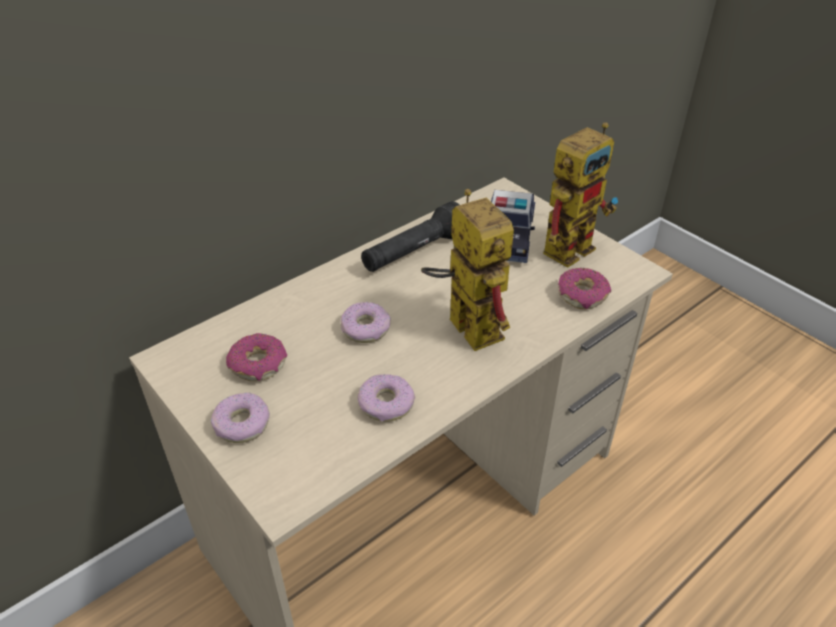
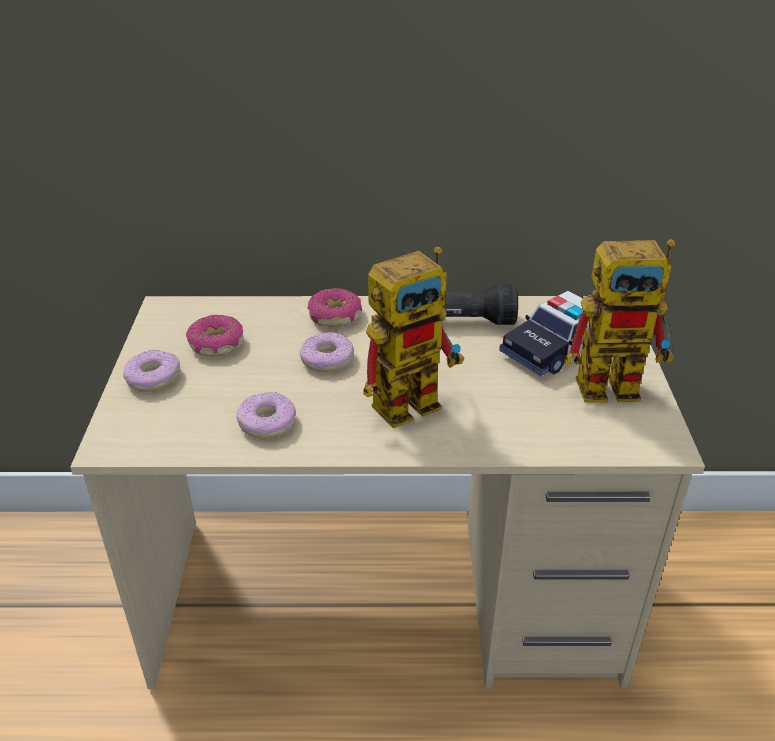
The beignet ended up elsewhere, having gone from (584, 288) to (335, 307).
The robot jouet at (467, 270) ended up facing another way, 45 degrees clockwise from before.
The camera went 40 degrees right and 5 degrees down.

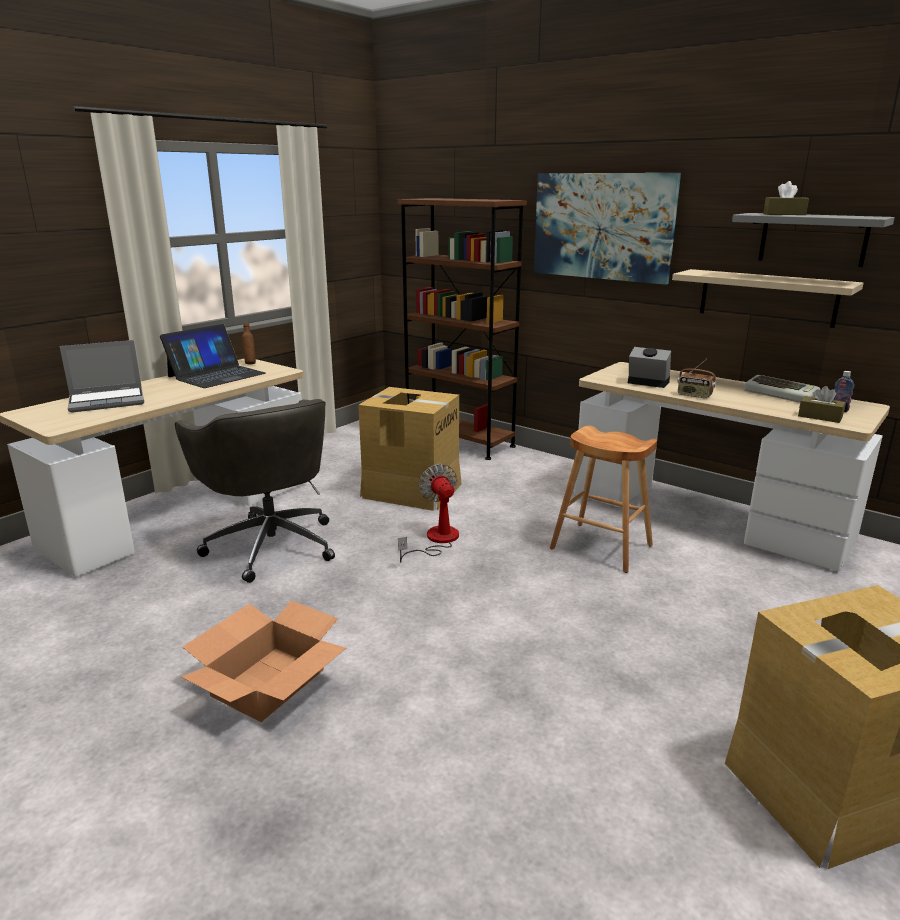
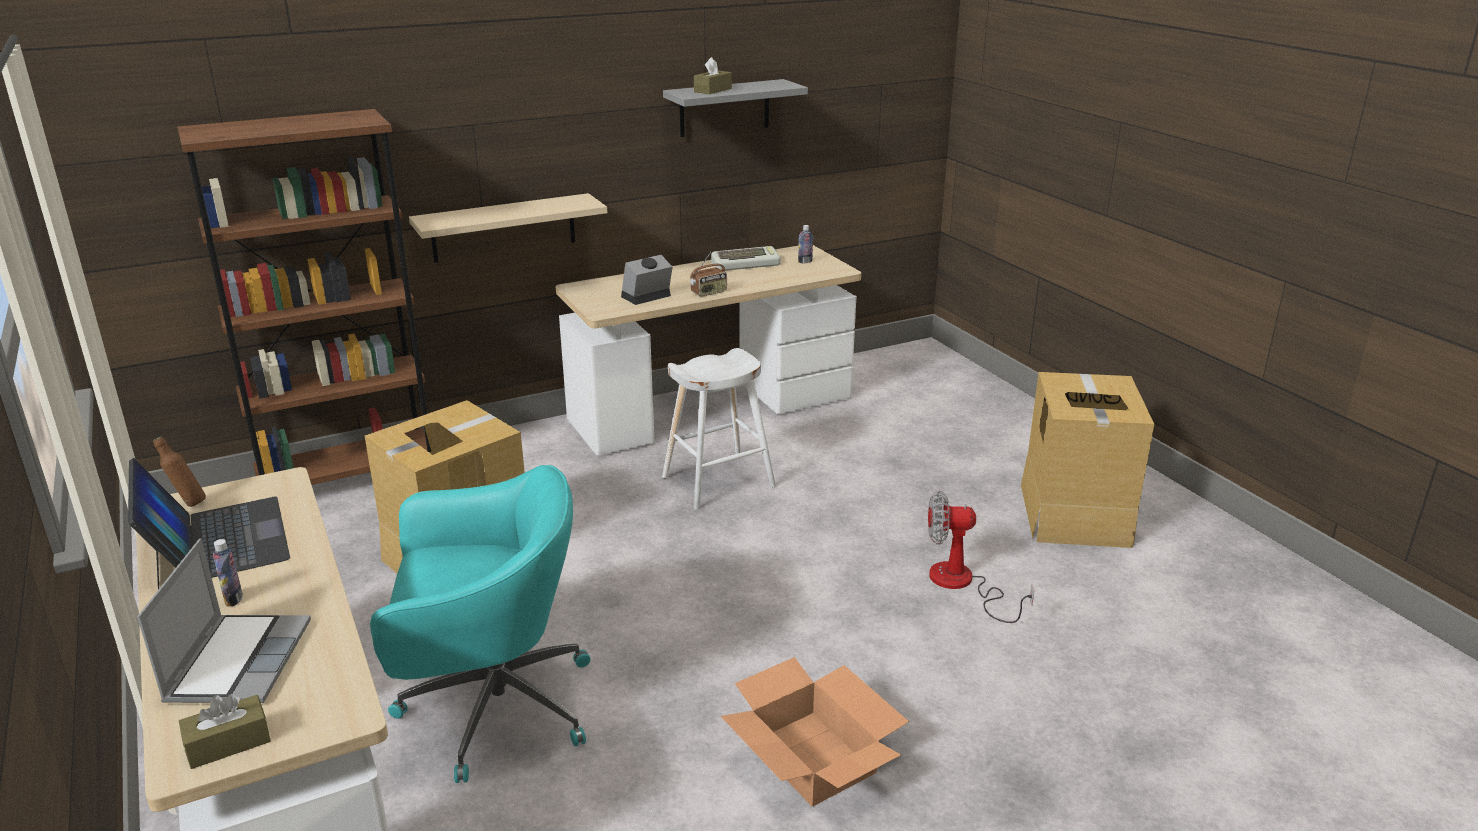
The second view lost the tableau at (607, 229).
The second view gained the bouteille at (228, 573).
The ventilateur ended up elsewhere, having gone from (428, 513) to (981, 557).
The étagère [beige] ended up elsewhere, having gone from (768, 298) to (508, 228).
The boîte à mouchoirs [marron] ended up elsewhere, having gone from (822, 404) to (225, 731).
What was the chaise de bureau [gris] at (255, 491) turned into the chaise de bureau [turquoise] at (480, 624).
What was the tabouret [marron] at (603, 499) turned into the tabouret [blanc] at (719, 429).
The camera went 65 degrees left and 5 degrees up.

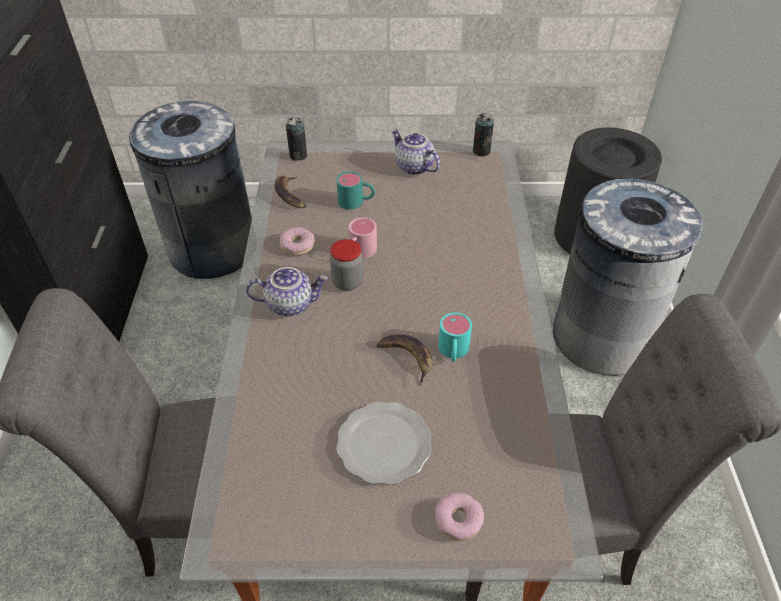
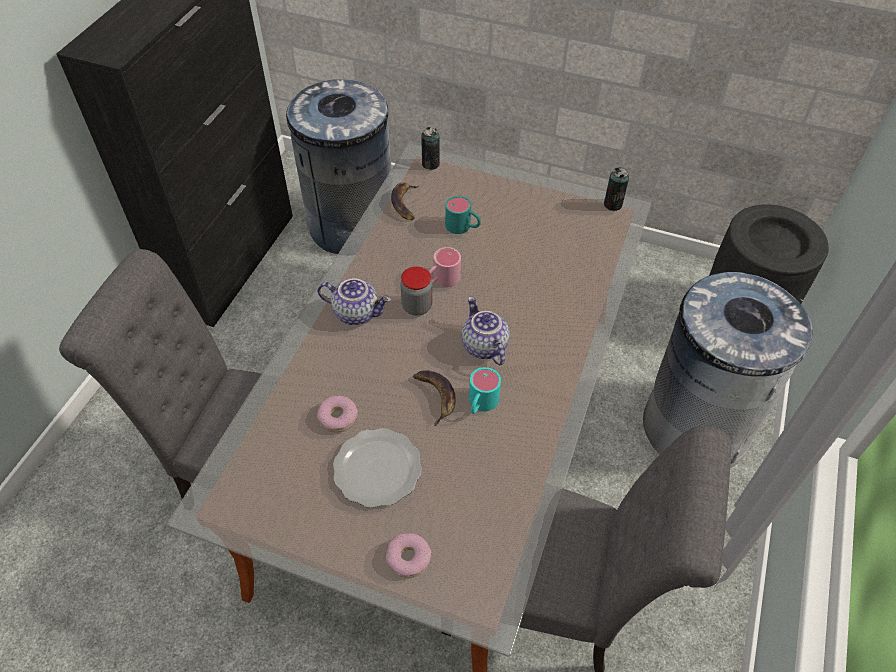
The beignet ended up elsewhere, having gone from (297, 241) to (337, 413).
The théière ended up elsewhere, having gone from (415, 152) to (486, 330).
The camera went 20 degrees right and 5 degrees up.

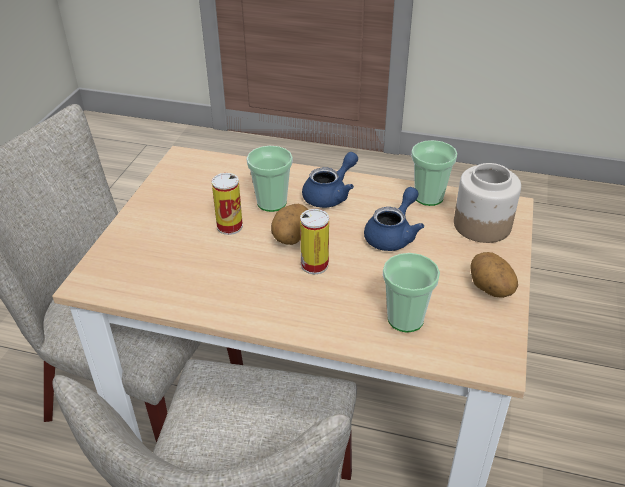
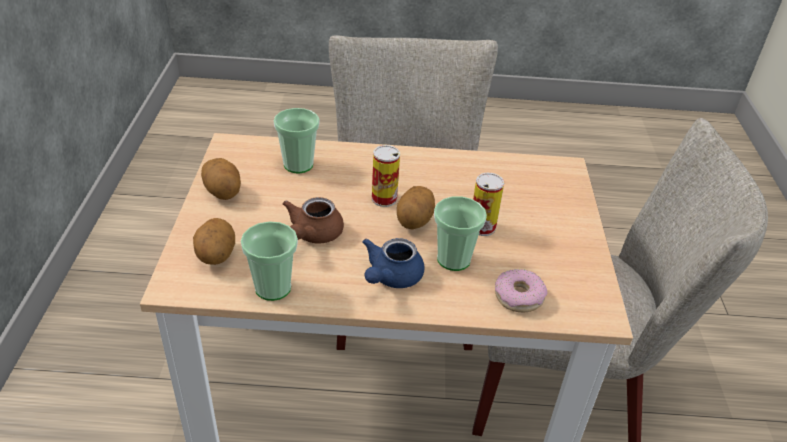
The second view gained the beignet at (521, 290).
Where the bocal stood at (487, 203), the pomme de terre came to stand at (214, 241).
What was the théière [bleu] at (394, 219) turned into the théière [marron] at (313, 220).
The camera went 165 degrees right and 0 degrees up.

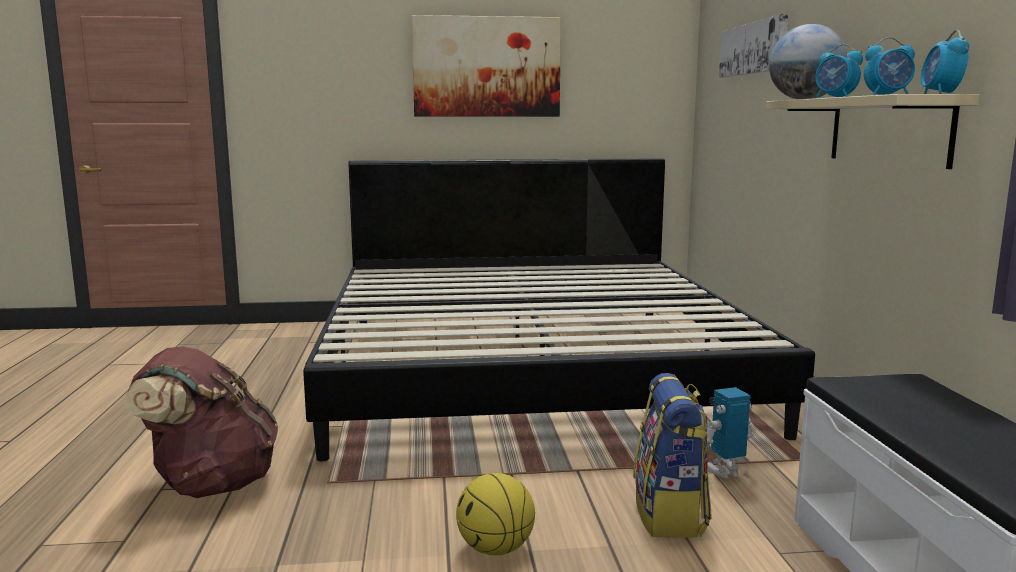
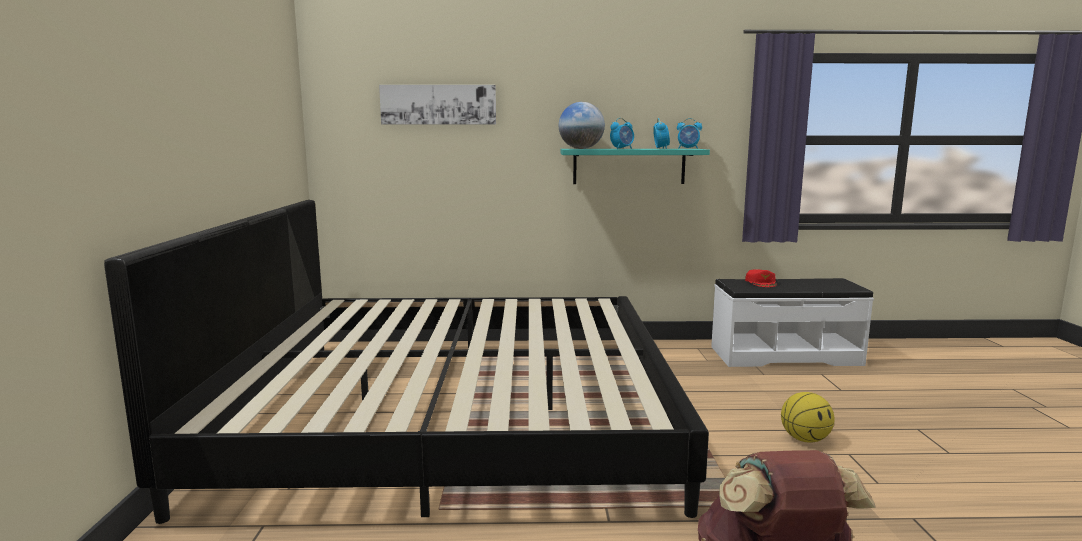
The second view lost the tableau at (486, 66).
The second view lost the sac à dos at (672, 455).
The second view lost the robot jouet at (728, 433).
The second view gained the casquette [rouge] at (761, 278).
What was the étagère [beige] at (873, 131) turned into the étagère [turquoise] at (635, 166).
The camera went 85 degrees left and 0 degrees up.

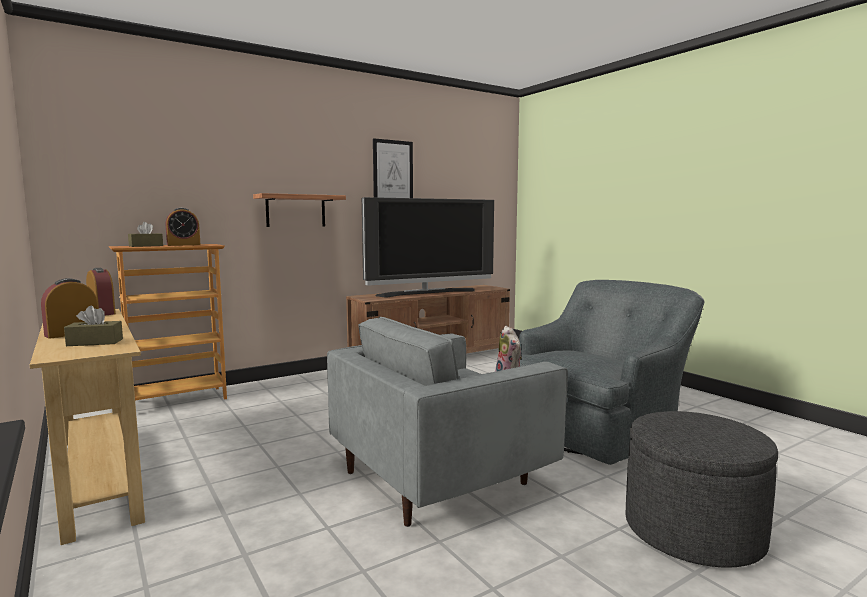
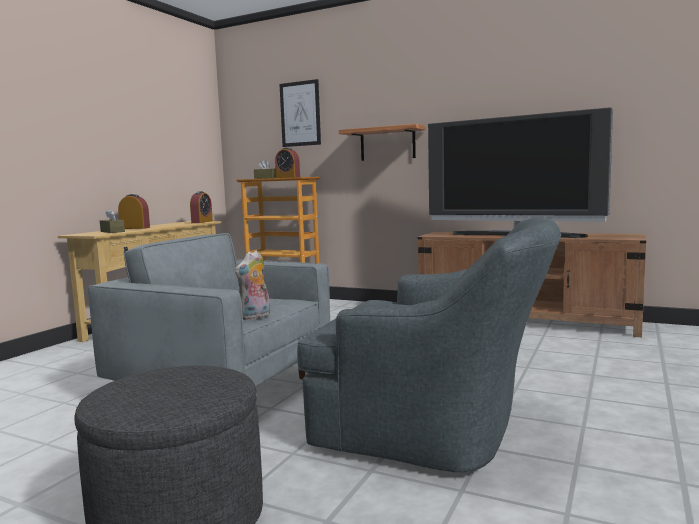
The tableau ended up elsewhere, having gone from (393, 168) to (300, 113).
The camera went 60 degrees right and 0 degrees up.

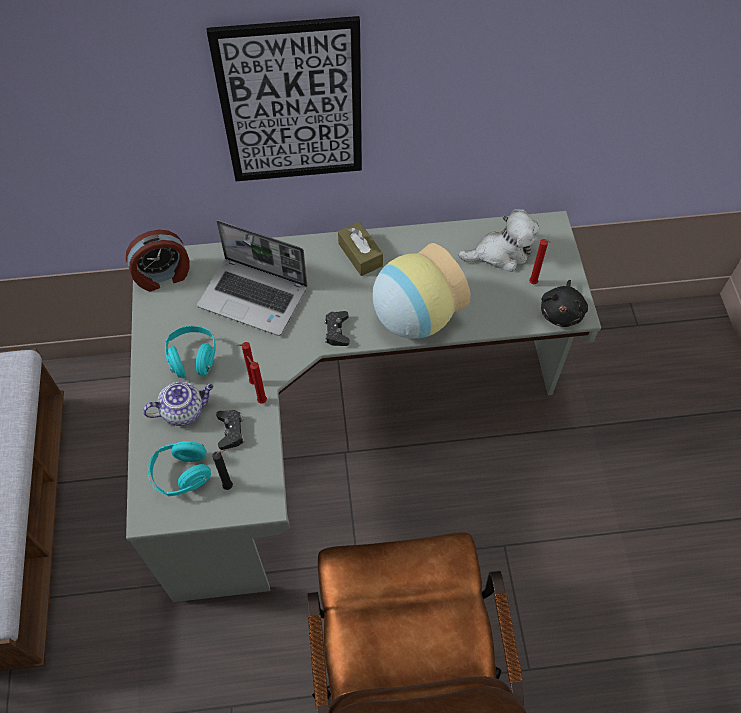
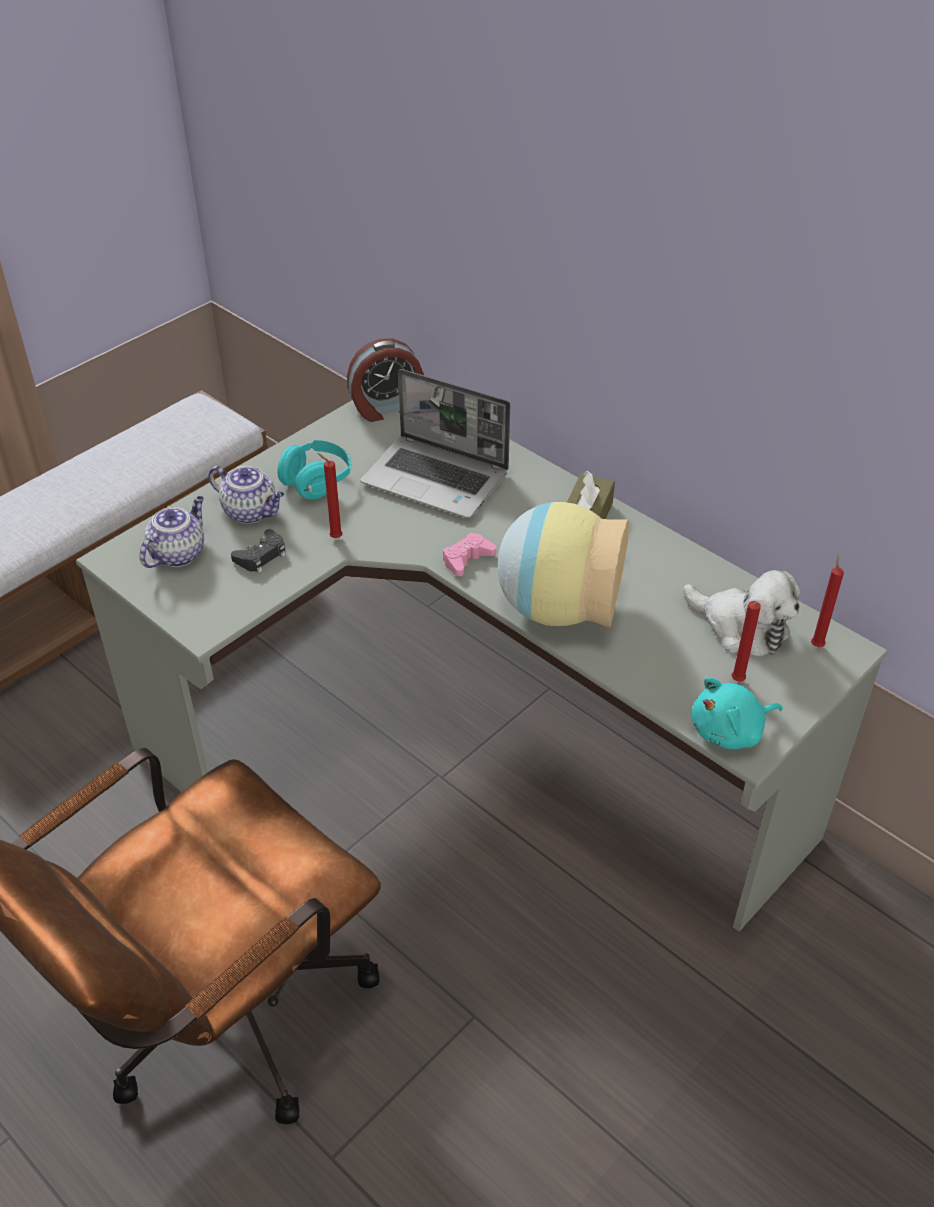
The second view lost the tableau at (284, 98).
The second view lost the bougie [noir] at (222, 470).
The bougie [rouge] ended up elsewhere, having gone from (257, 380) to (827, 600).
Where the casque audio [turquoise] stood at (179, 468), the théière came to stand at (172, 532).
What was the manette [noir] at (337, 328) turned into the manette [rose] at (469, 554).
What was the peluche [noir] at (564, 303) turned into the peluche [turquoise] at (737, 713).
The réveil at (158, 260) ended up facing another way, 45 degrees counterclockwise from before.
The ordinateur portable at (252, 278) ended up facing another way, 45 degrees counterclockwise from before.
The camera went 50 degrees right and 15 degrees down.

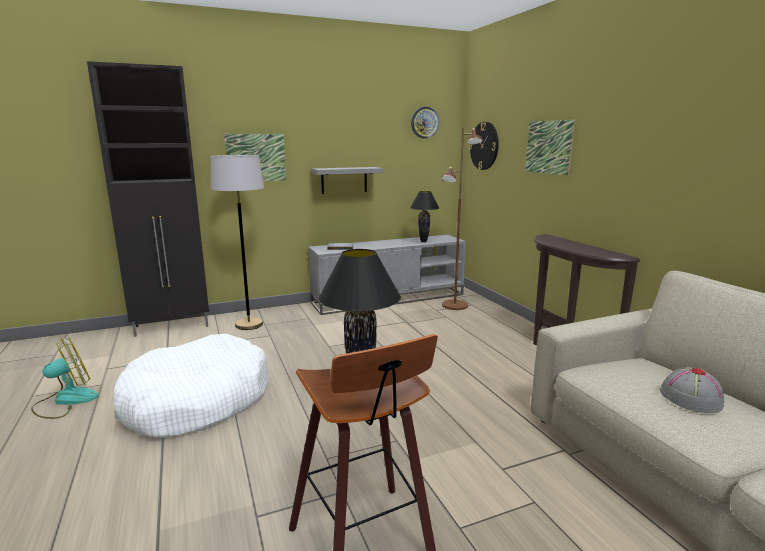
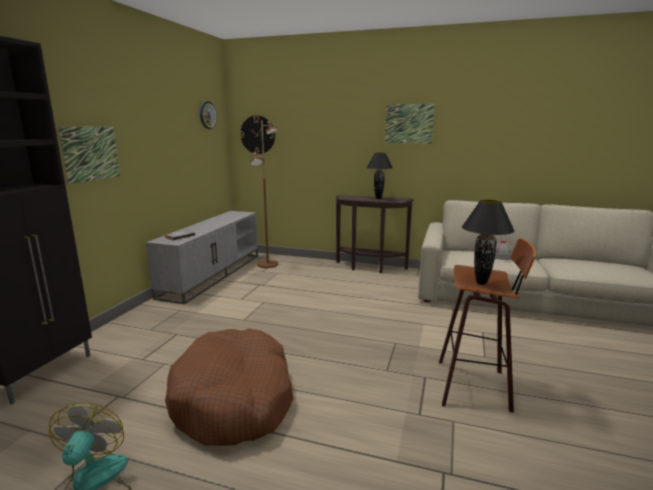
The second view lost the lampadaire [gris] at (237, 242).
The second view lost the étagère [gris] at (347, 180).
The lampe de table [noir] ended up elsewhere, having gone from (424, 216) to (380, 176).
The tableau ended up elsewhere, having gone from (550, 147) to (410, 124).
What was the panier pour chien [blanc] at (190, 386) turned into the panier pour chien [marron] at (229, 387).
The camera went 50 degrees left and 0 degrees up.

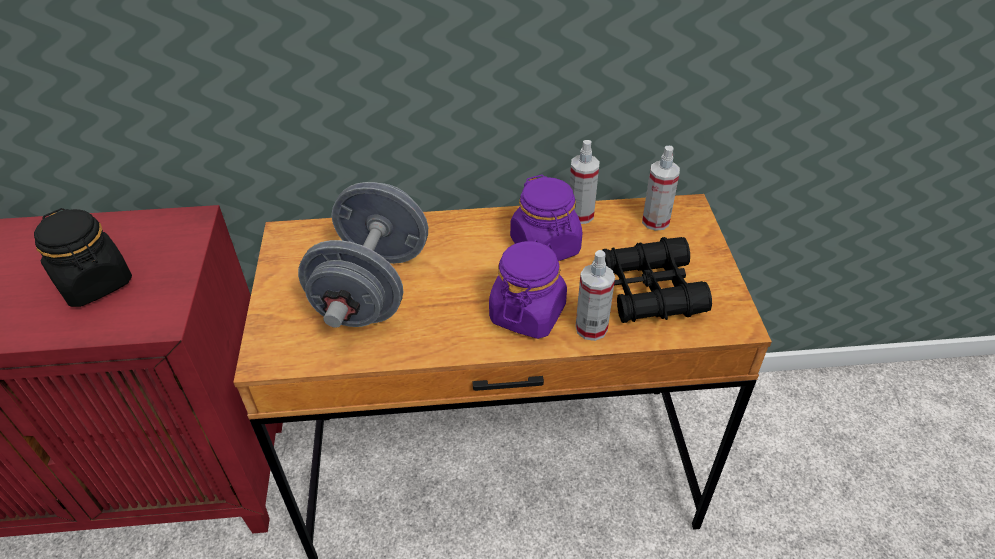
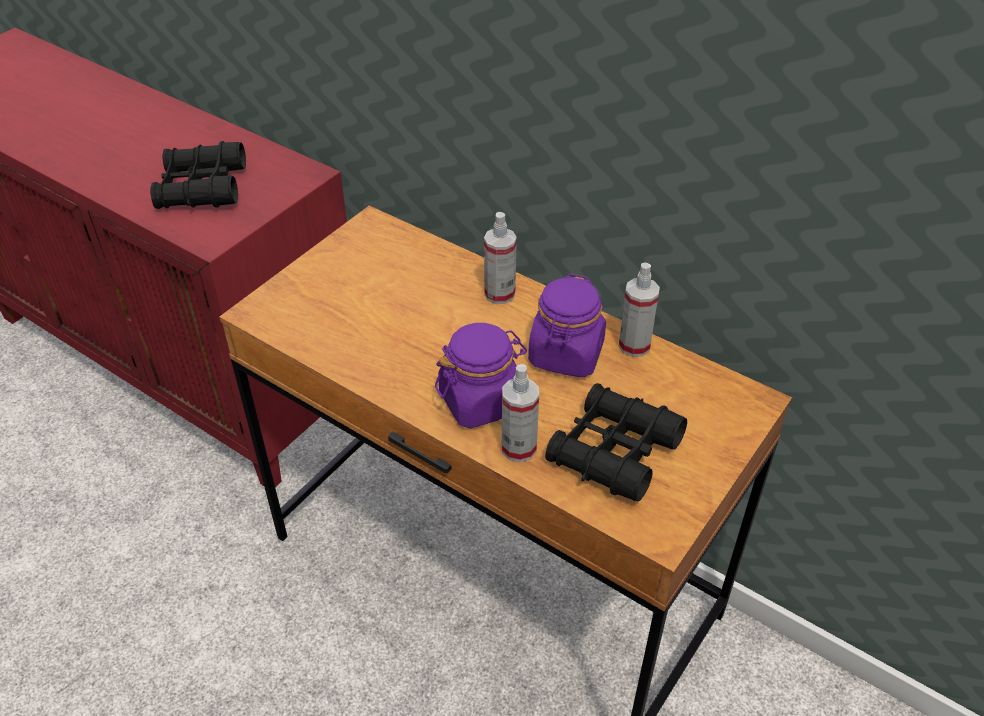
The second view lost the haltère [gris] at (363, 255).
The vaporisateur ended up elsewhere, having gone from (661, 188) to (500, 258).
Where the bocal [noir] stood at (83, 257), the jumelles [noir] came to stand at (198, 175).
The camera went 40 degrees right and 0 degrees up.

